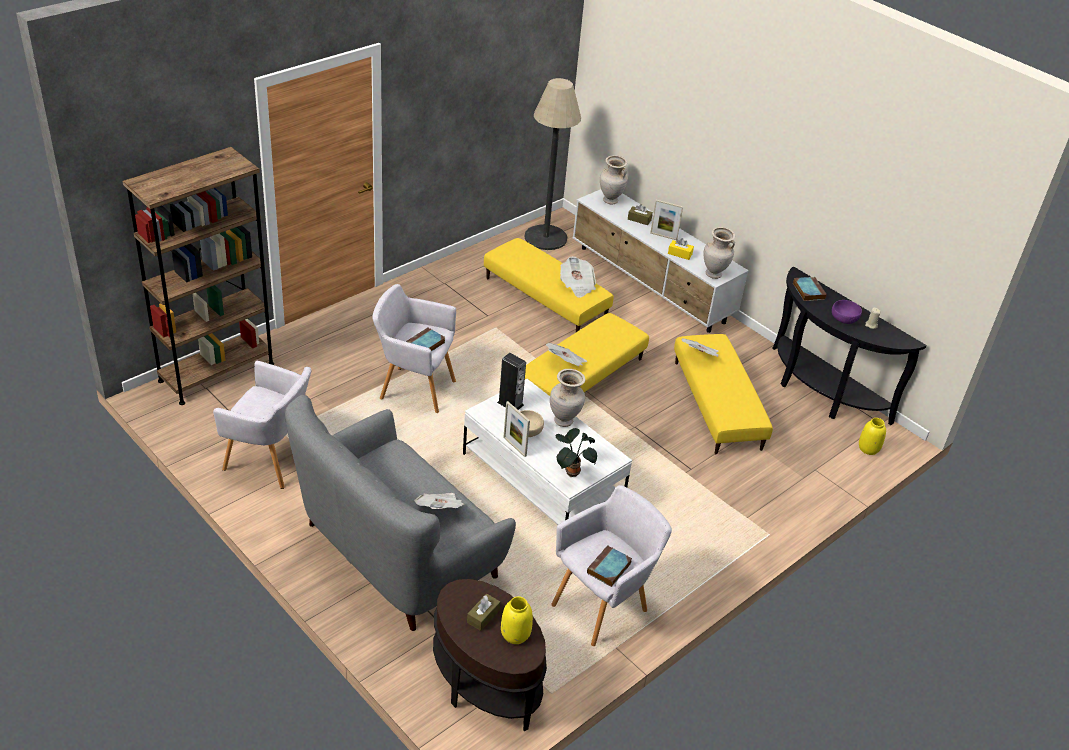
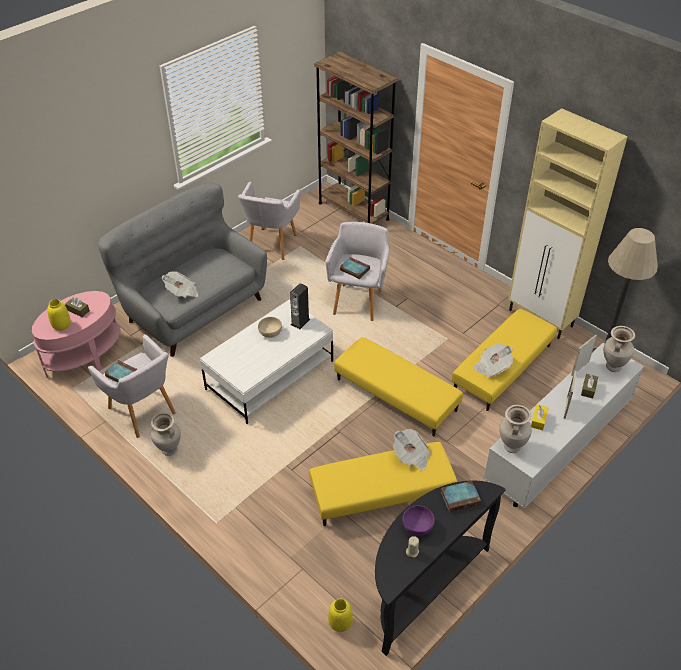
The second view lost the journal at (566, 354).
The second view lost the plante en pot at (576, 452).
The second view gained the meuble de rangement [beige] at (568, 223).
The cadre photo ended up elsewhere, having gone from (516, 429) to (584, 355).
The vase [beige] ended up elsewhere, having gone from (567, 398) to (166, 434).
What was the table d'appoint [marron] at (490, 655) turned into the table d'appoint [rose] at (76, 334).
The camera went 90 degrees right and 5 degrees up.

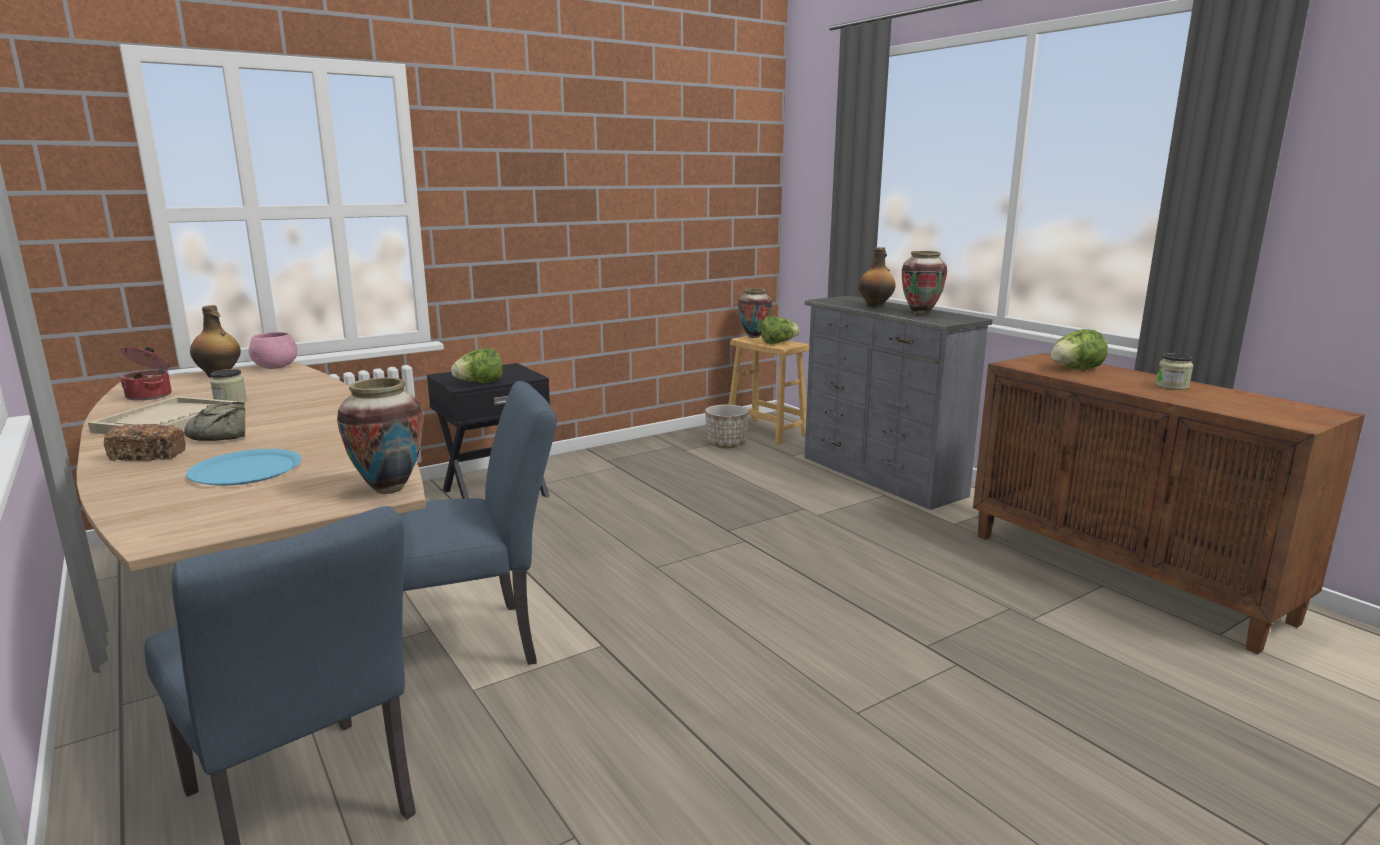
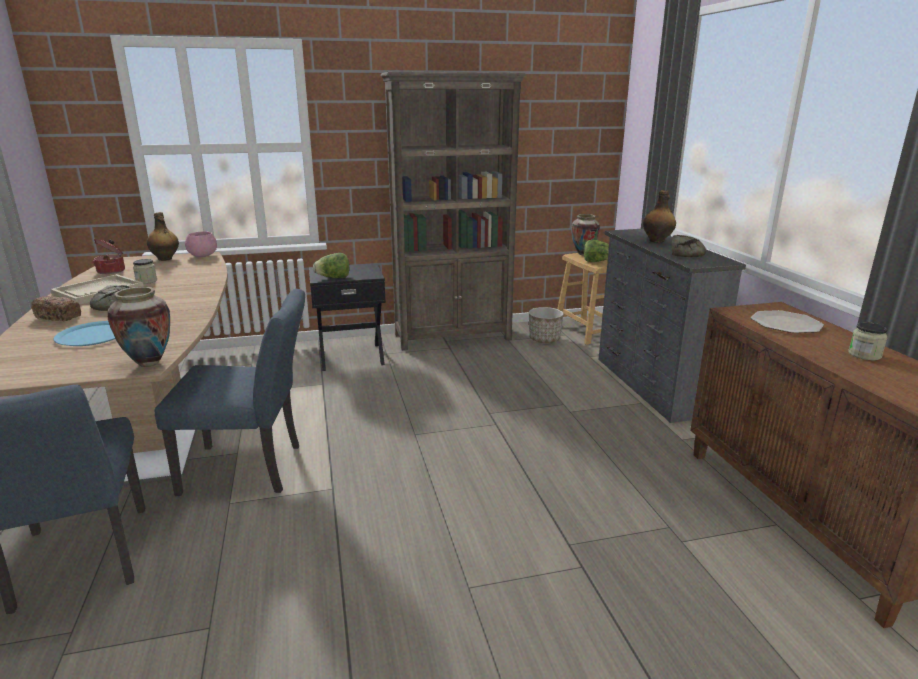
The second view gained the bibliothèque [marron] at (453, 210).
Where the vase stood at (924, 283), the pain came to stand at (689, 246).
Where the laitue stood at (1079, 349), the assiette came to stand at (787, 321).
The camera went 20 degrees right and 5 degrees up.

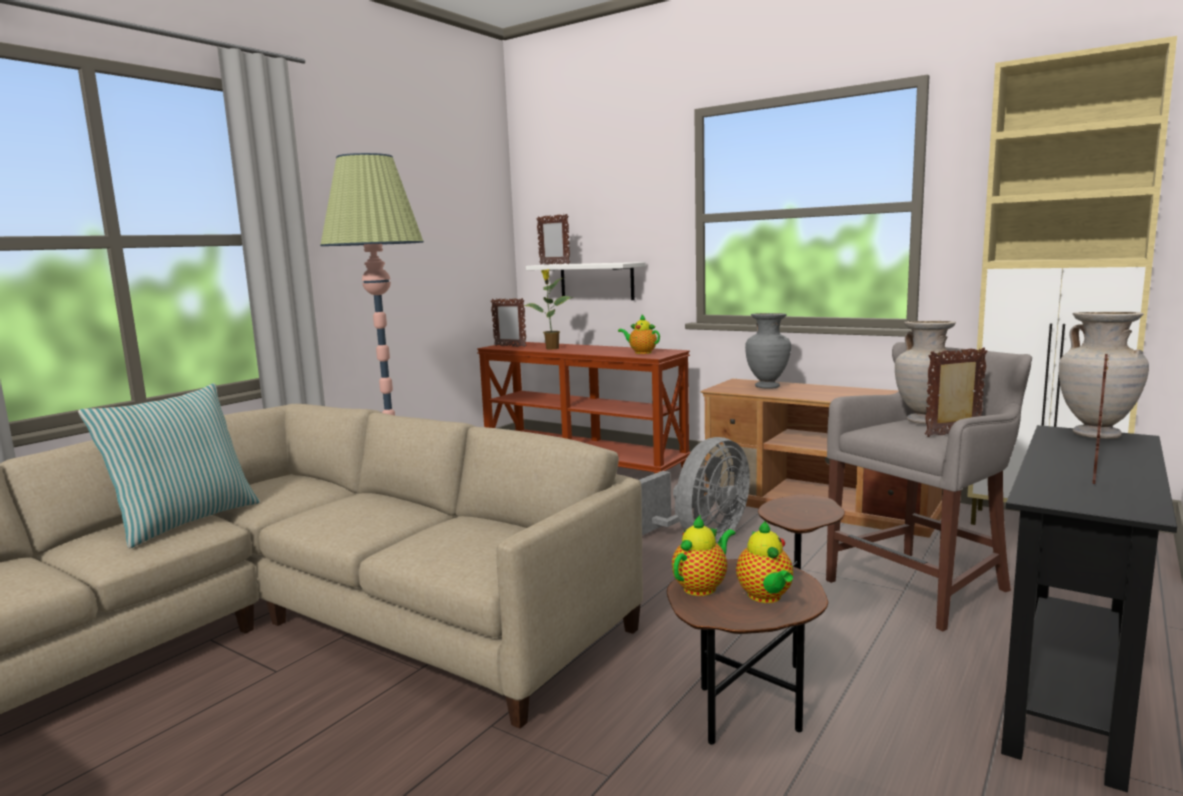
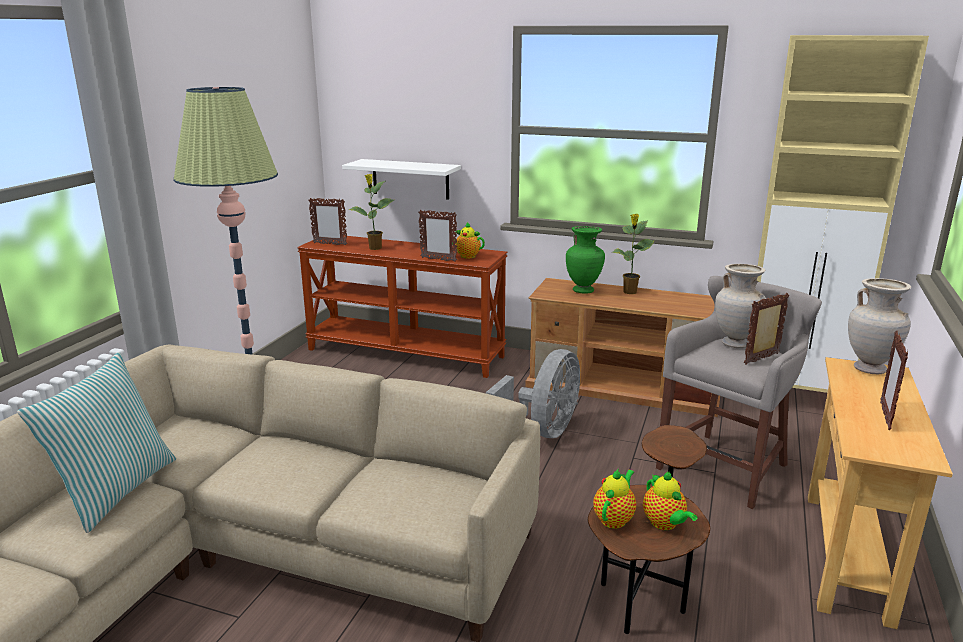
The second view gained the plante en pot at (633, 254).
The cadre photo ended up elsewhere, having gone from (553, 239) to (437, 236).
What was the vase [gris] at (768, 351) turned into the vase [vert] at (585, 260).
What was the table console [noir] at (1089, 608) turned into the table console [beige] at (880, 493).
The camera went 15 degrees left and 10 degrees up.

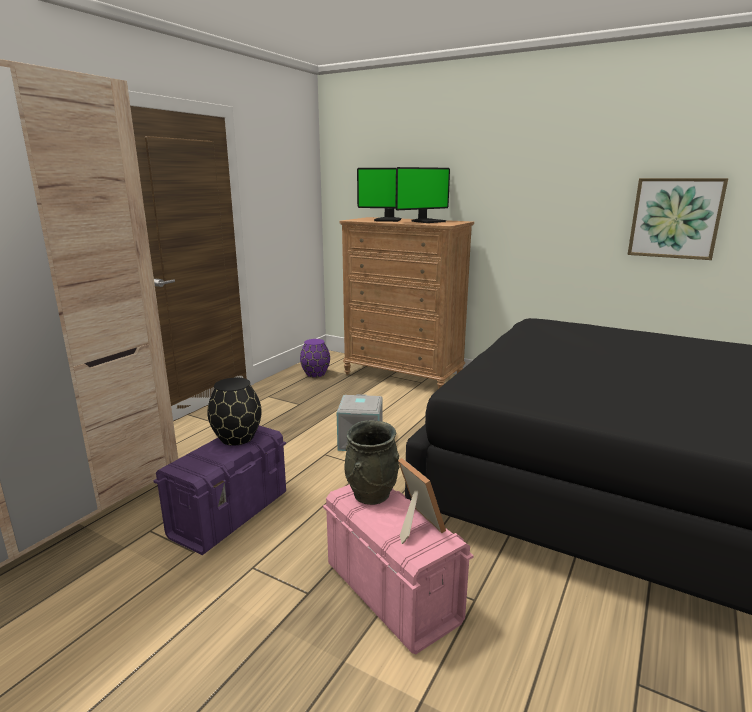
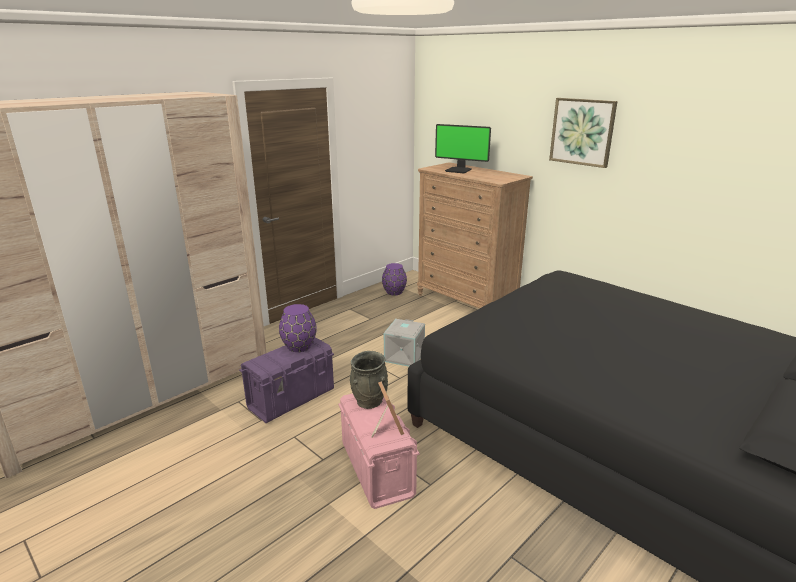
The second view lost the écran d'ordinateur at (422, 195).
The tableau ended up elsewhere, having gone from (678, 219) to (583, 133).
What was the vase [noir] at (234, 412) turned into the vase [violet] at (298, 328).
The camera went 15 degrees right and 5 degrees up.

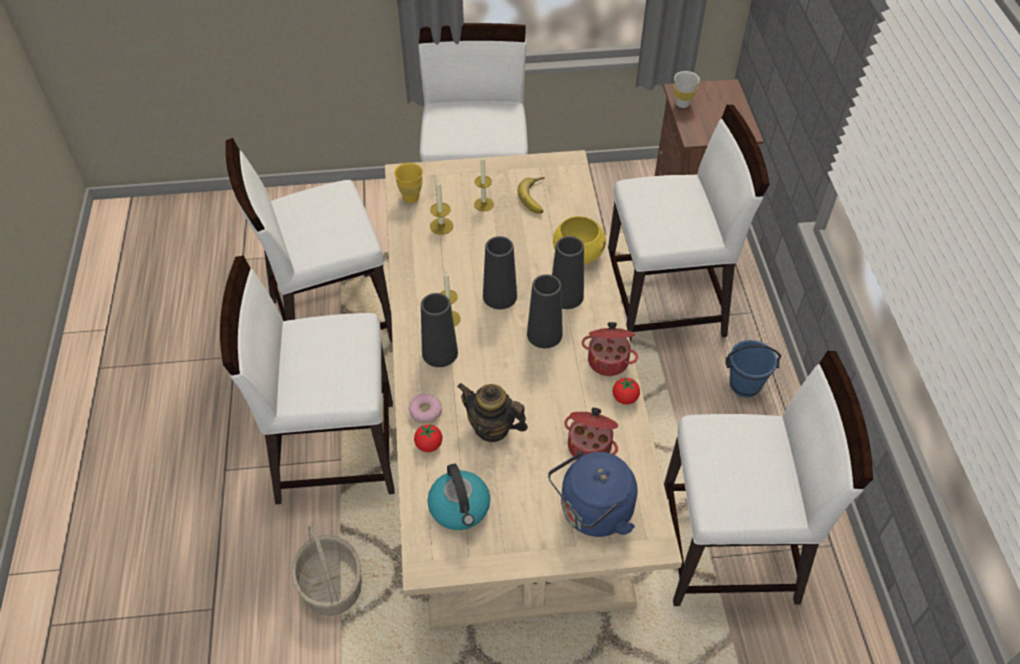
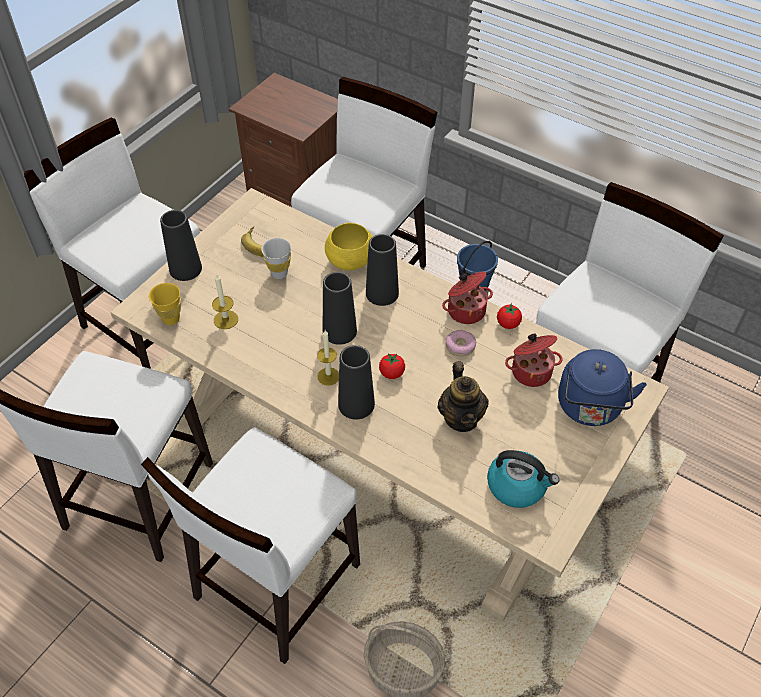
The second view lost the bougie at (484, 183).
The beignet ended up elsewhere, having gone from (425, 409) to (460, 343).
The tomate ended up elsewhere, having gone from (428, 438) to (392, 366).
The vase [noir] ended up elsewhere, having gone from (544, 311) to (181, 245).
The tasse [blanc] ended up elsewhere, having gone from (687, 89) to (276, 258).
The théière at (492, 412) ended up facing another way, 75 degrees counterclockwise from before.
The camera went 50 degrees left and 0 degrees up.

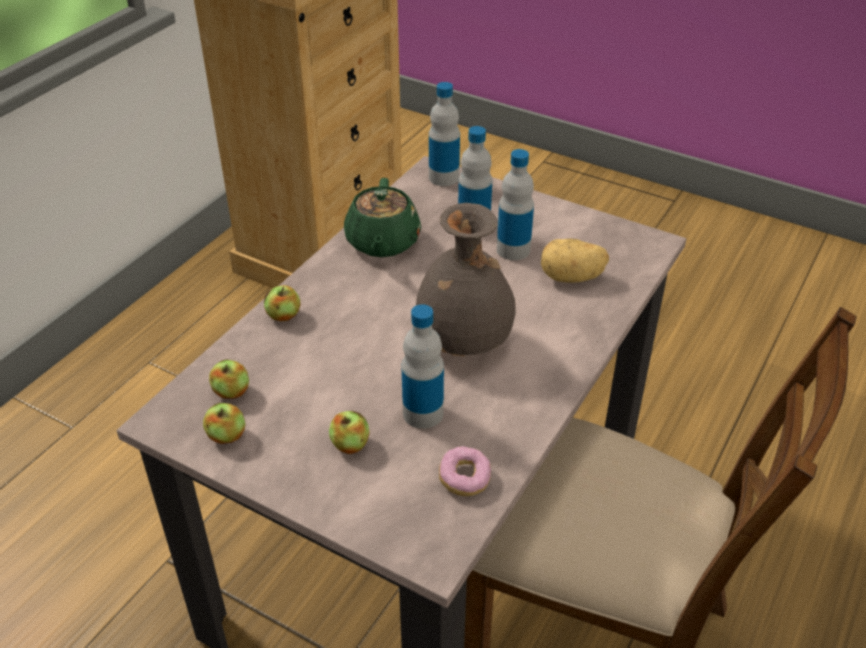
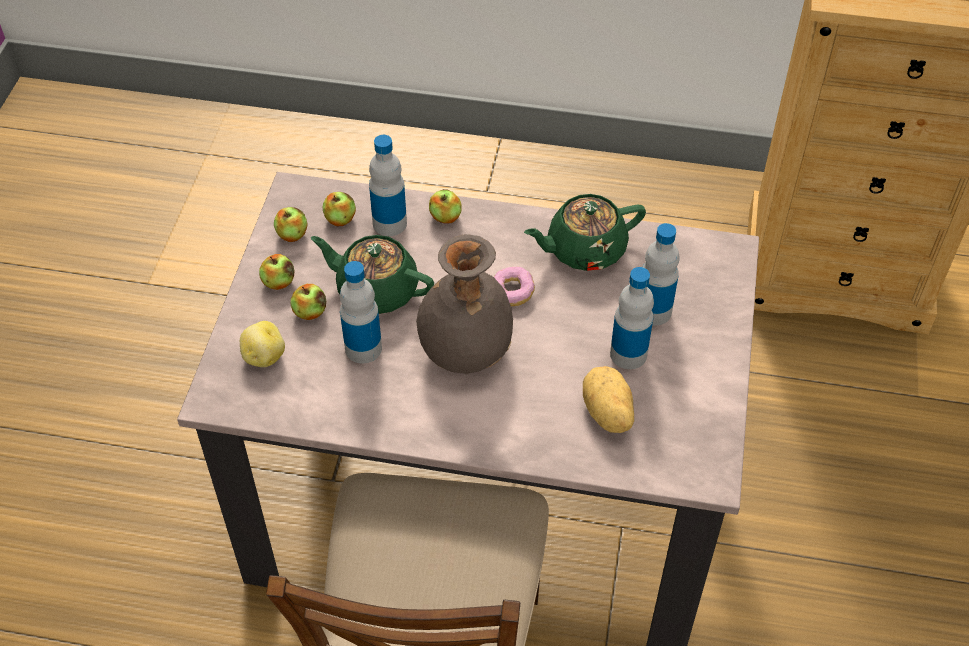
The second view gained the pomme de terre at (262, 344).
The second view gained the pomme at (277, 272).
The second view gained the théière [vert] at (372, 274).
The bouteille ended up elsewhere, having gone from (444, 134) to (388, 185).
The beignet ended up elsewhere, having gone from (465, 471) to (514, 286).
The camera went 70 degrees right and 10 degrees up.

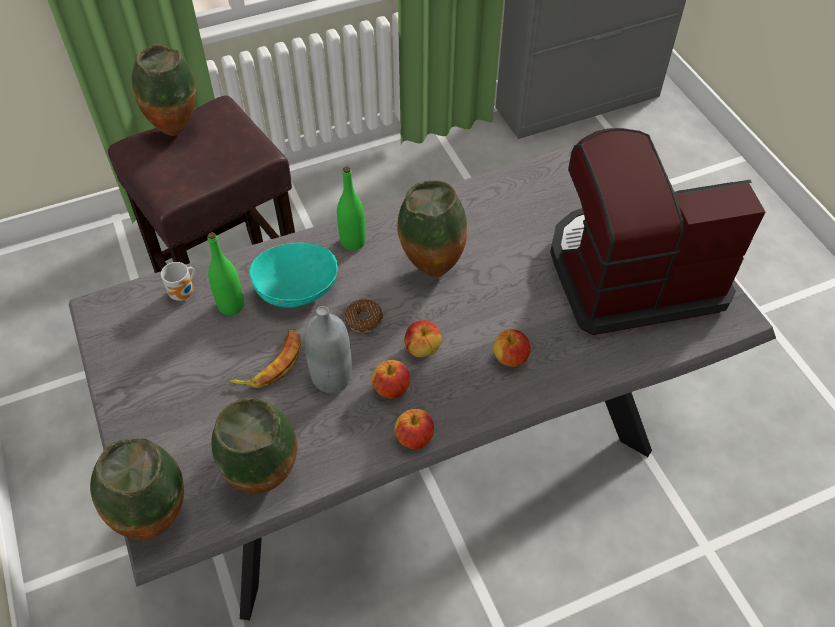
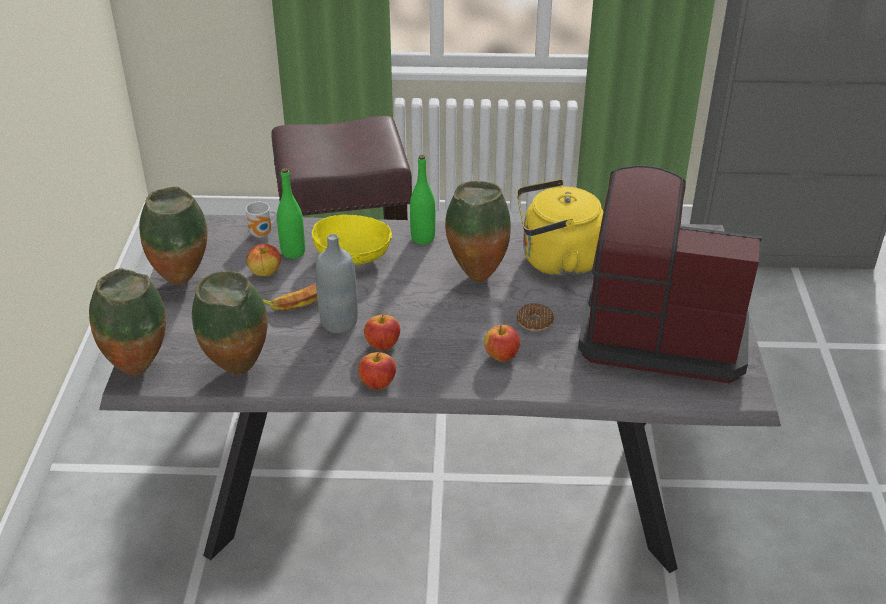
The second view gained the bouilloire [jaune] at (560, 228).
The vase ended up elsewhere, having gone from (164, 90) to (173, 236).
The beignet ended up elsewhere, having gone from (364, 316) to (535, 317).
The pomme ended up elsewhere, having gone from (423, 338) to (264, 260).
What was the bol [turquoise] at (293, 275) turned into the bol [jaune] at (352, 239).
The camera went 25 degrees right and 15 degrees down.

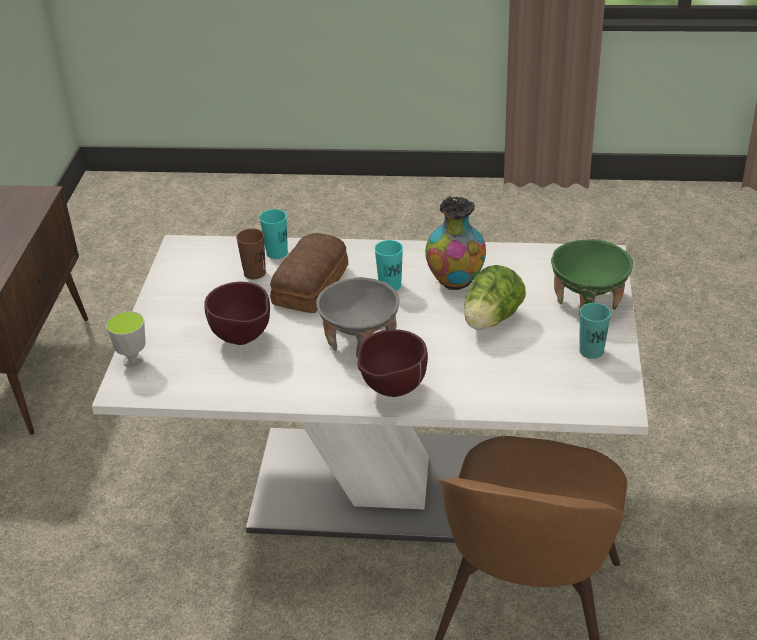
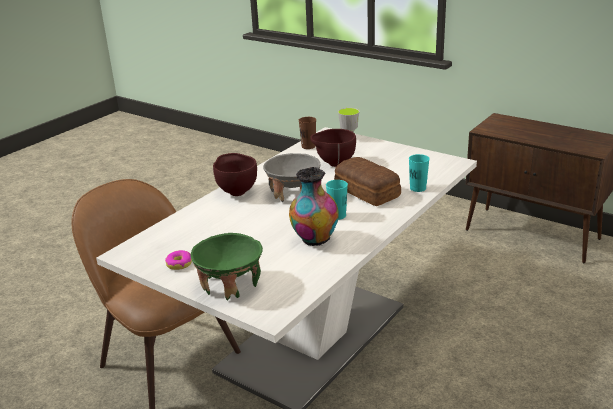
The second view lost the laitue at (495, 297).
The tasse [marron] ended up elsewhere, having gone from (251, 254) to (307, 133).
Where the tasse [turquoise] stood at (595, 331), the beignet came to stand at (178, 260).
The camera went 120 degrees right and 10 degrees down.

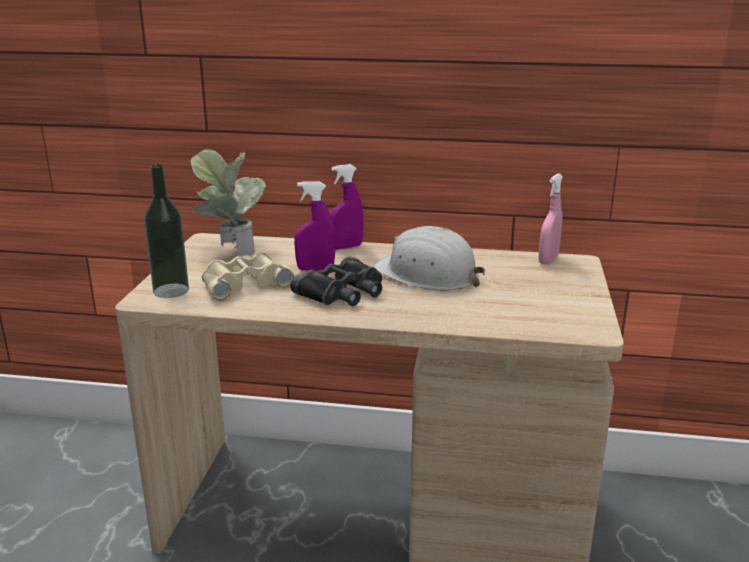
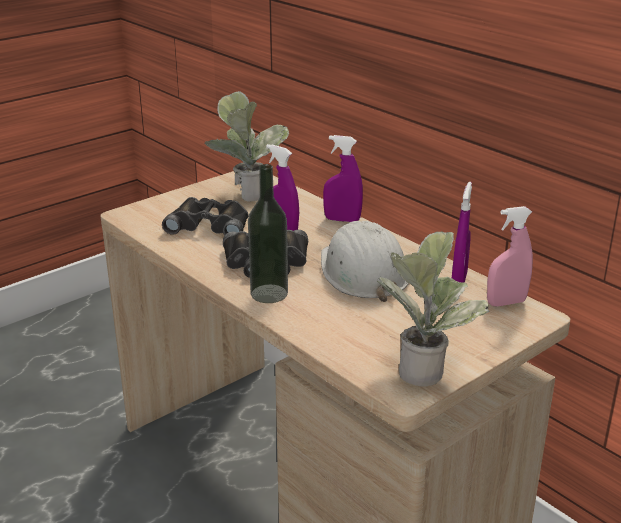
The second view gained the plante en pot at (433, 309).
The second view gained the vaporisateur [violet] at (462, 232).
The bouteille ended up elsewhere, having gone from (166, 231) to (268, 233).
What was the jumelles [beige] at (247, 276) turned into the jumelles [noir] at (205, 216).
The camera went 40 degrees right and 5 degrees up.

